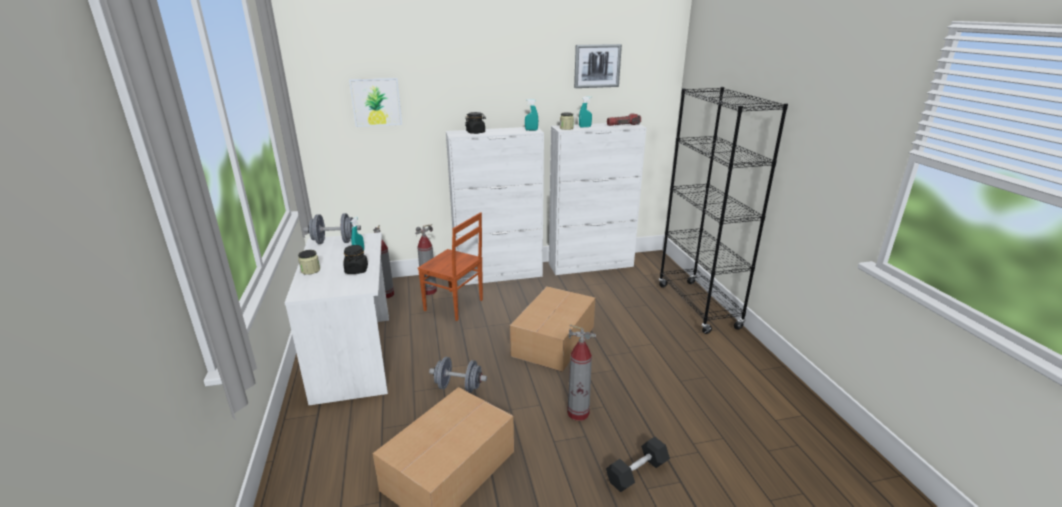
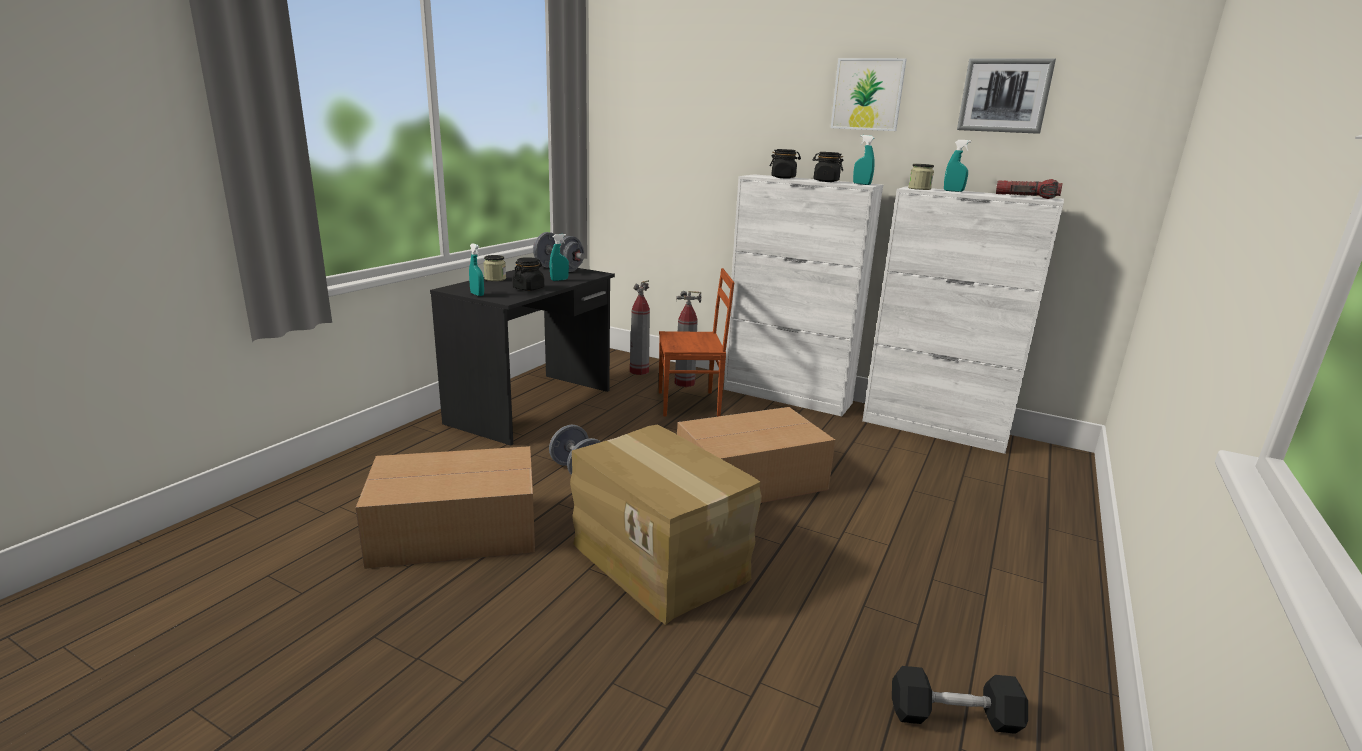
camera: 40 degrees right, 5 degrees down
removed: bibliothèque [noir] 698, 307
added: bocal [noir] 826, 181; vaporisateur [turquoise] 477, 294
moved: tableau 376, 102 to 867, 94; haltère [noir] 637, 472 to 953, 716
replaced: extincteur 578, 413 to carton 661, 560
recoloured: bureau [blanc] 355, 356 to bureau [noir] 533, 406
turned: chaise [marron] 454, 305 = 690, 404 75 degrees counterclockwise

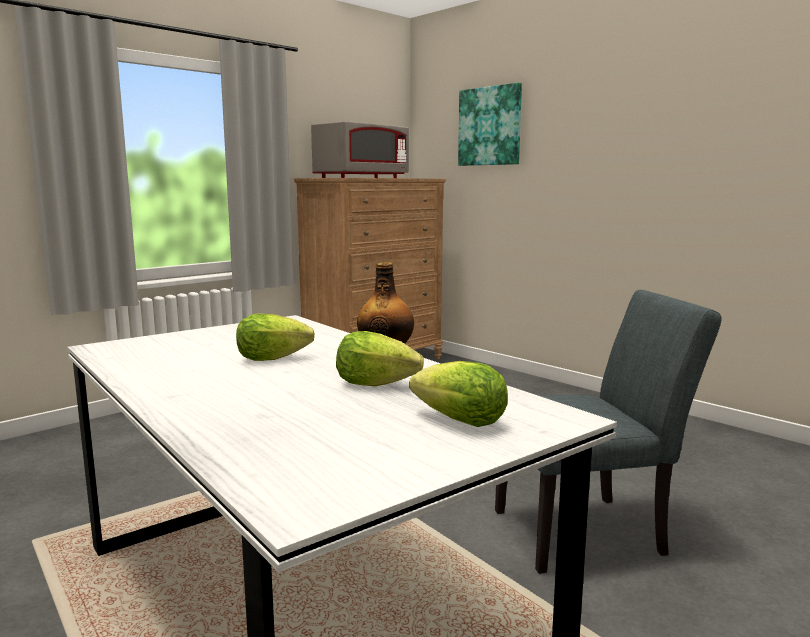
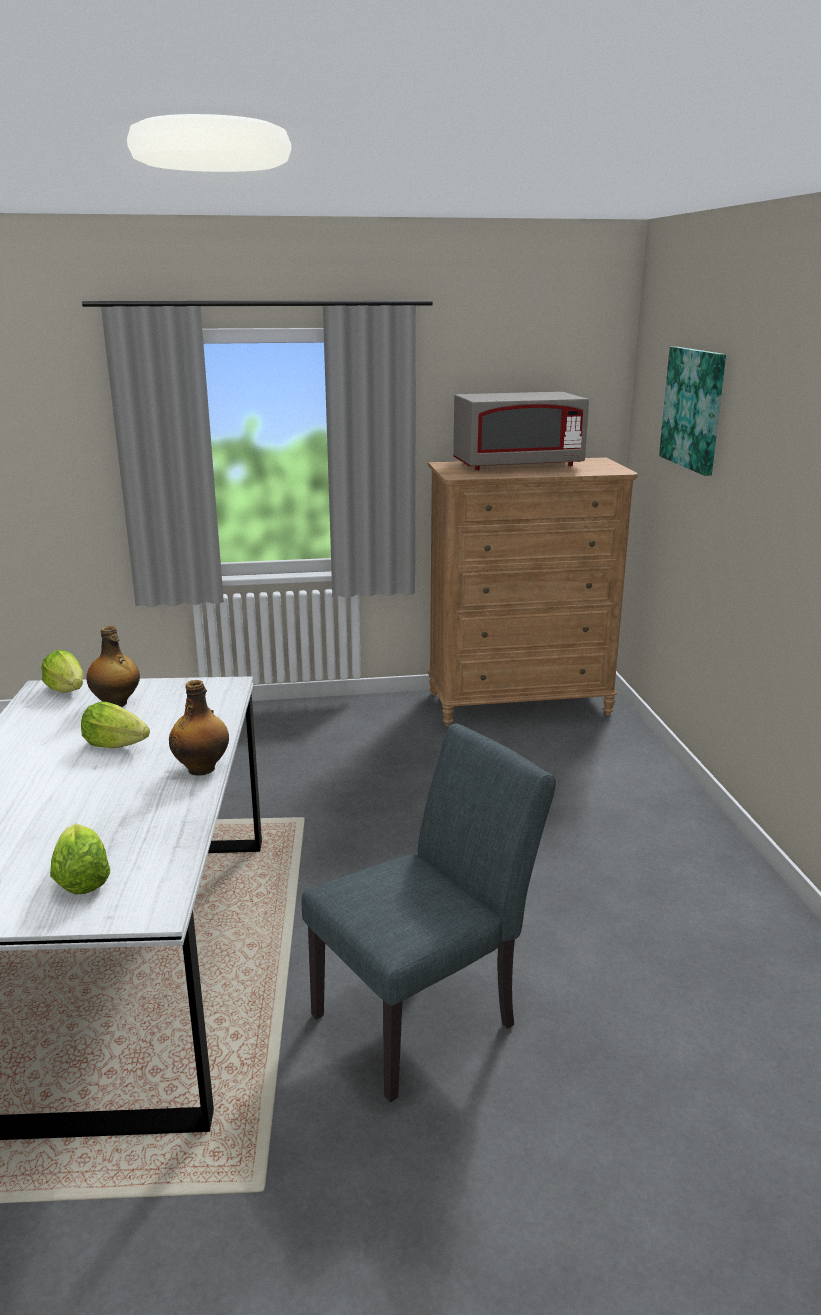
camera: 35 degrees right, 10 degrees up
added: bouteille 116, 703
moved: laitue 375, 384 to 67, 690
turned: chaise [gris] 590, 531 = 426, 1014 60 degrees counterclockwise

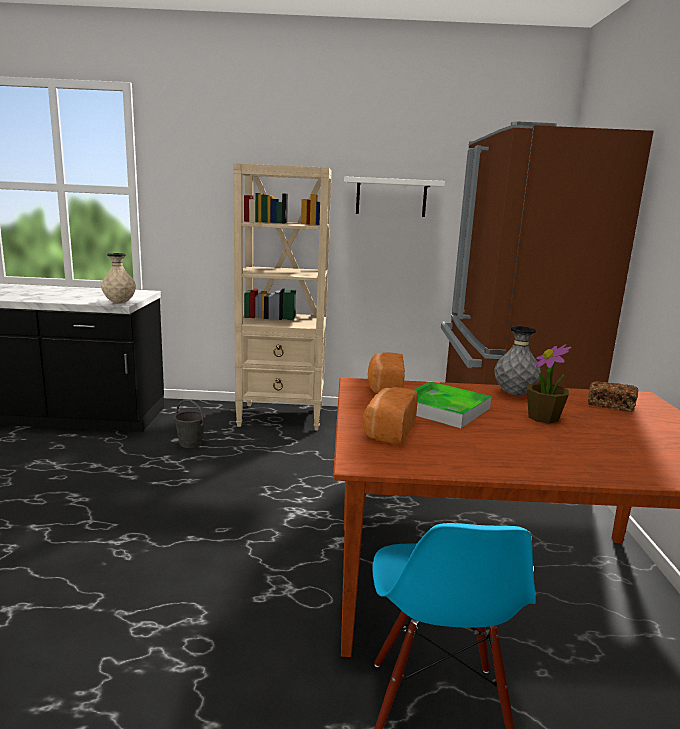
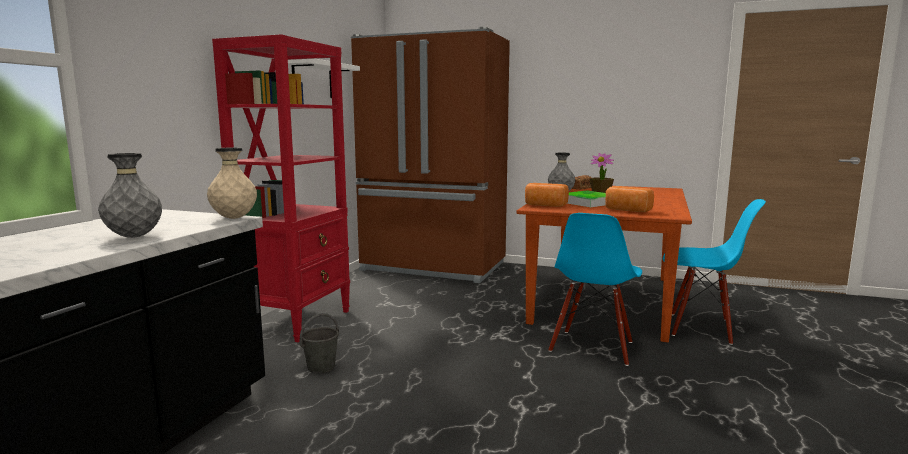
camera: 70 degrees left, 5 degrees down
added: vase [gris] 134, 237; chaise [bleu] 592, 347
recoloured: bibliothèque [beige] 282, 417 to bibliothèque [rouge] 297, 321

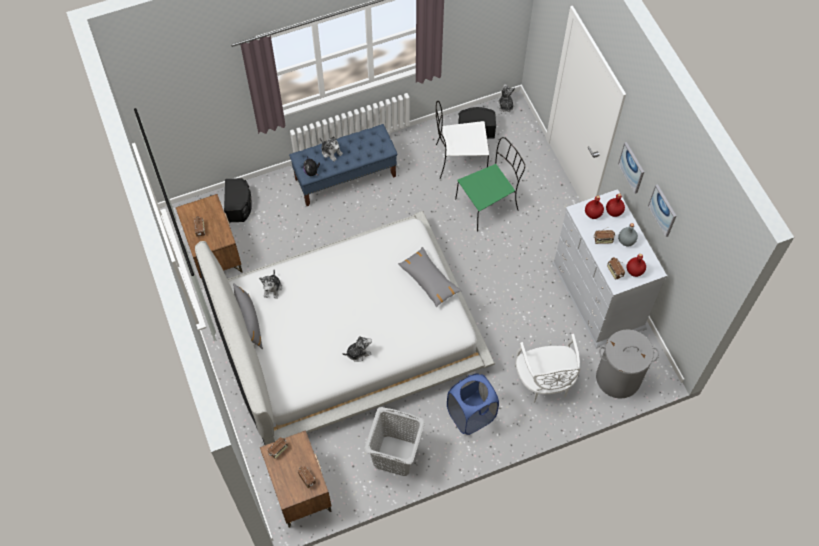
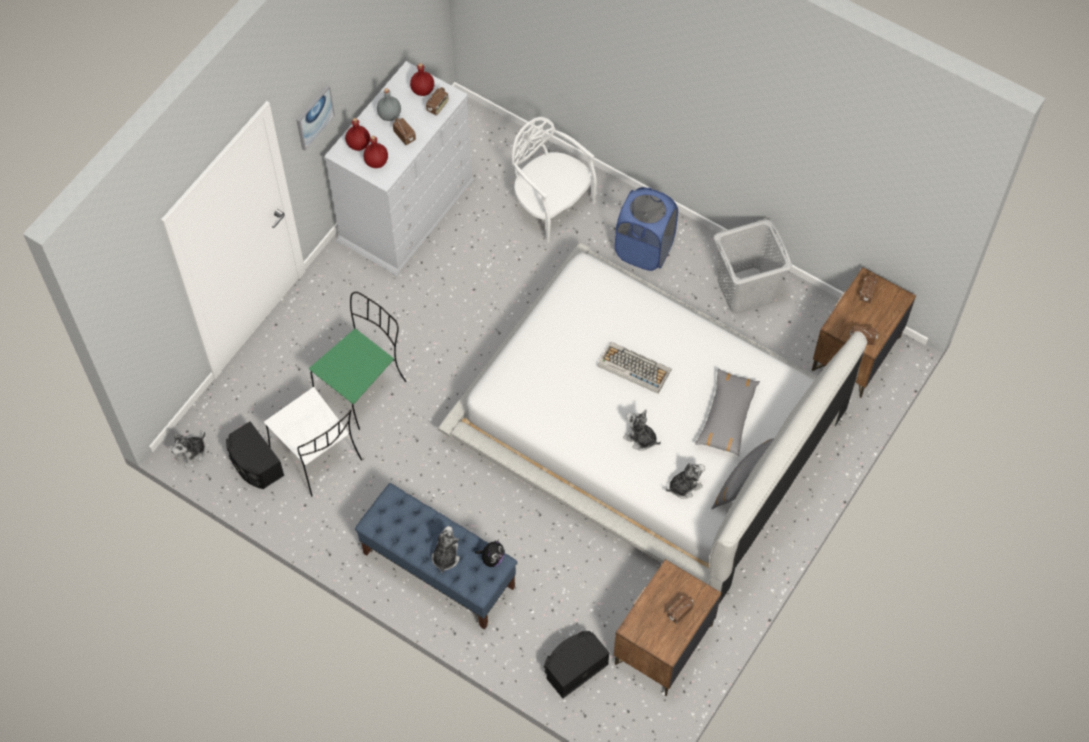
camera: 125 degrees left, 0 degrees up
removed: tableau 663, 210; panier à linge [gris] 618, 378
added: clavier 633, 368
moved: coussin [gris] 429, 280 to 727, 416; peluche 358, 352 to 640, 438
turned: chaise [vert] 488, 204 = 361, 386 105 degrees clockwise; chaise [blanc] 544, 381 = 551, 205 90 degrees counterclockwise

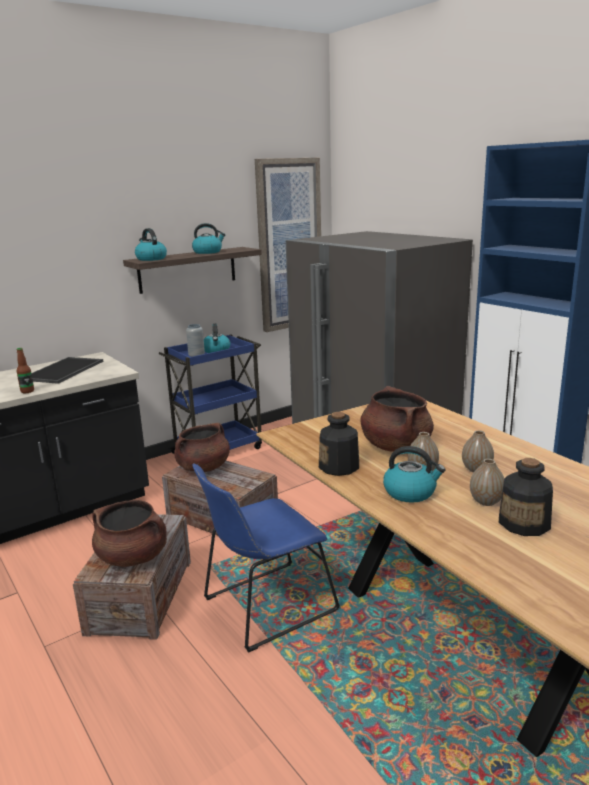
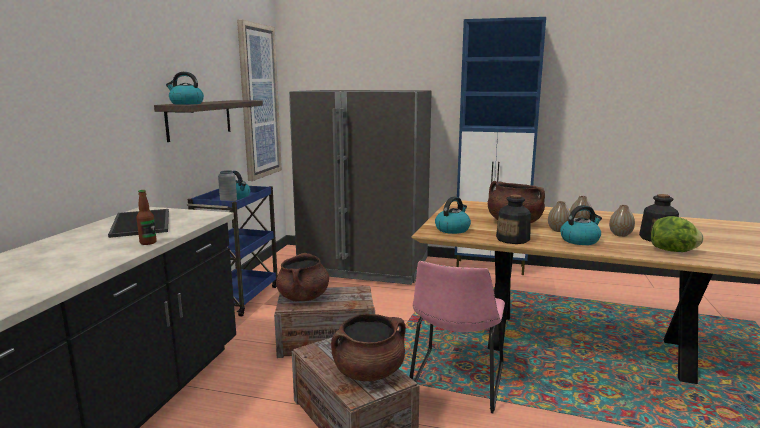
camera: 40 degrees left, 5 degrees down
added: laitue 673, 251
moved: bouilloire 208, 252 to 452, 229
recoloured: chaise [bleu] 265, 607 to chaise [rose] 456, 382

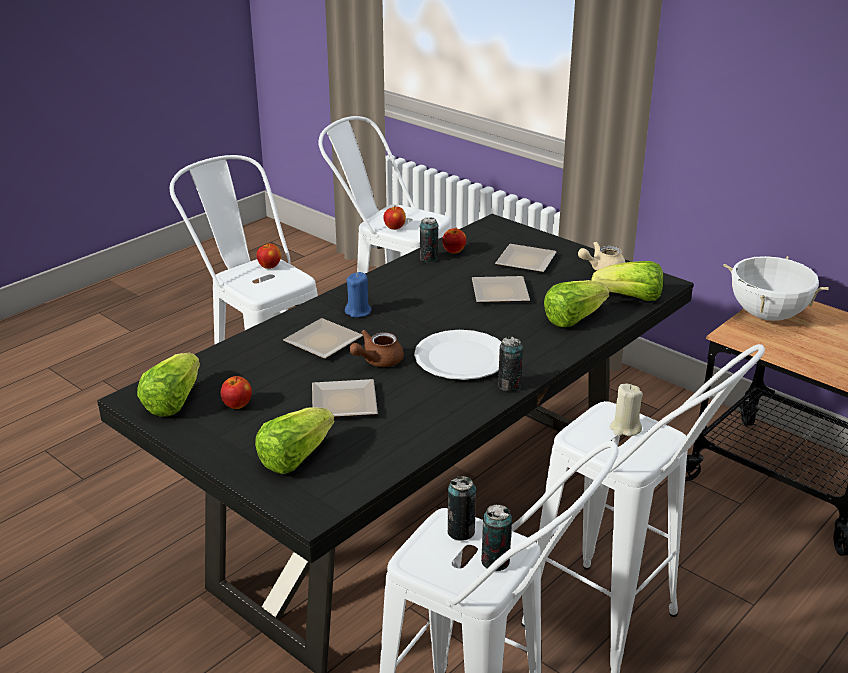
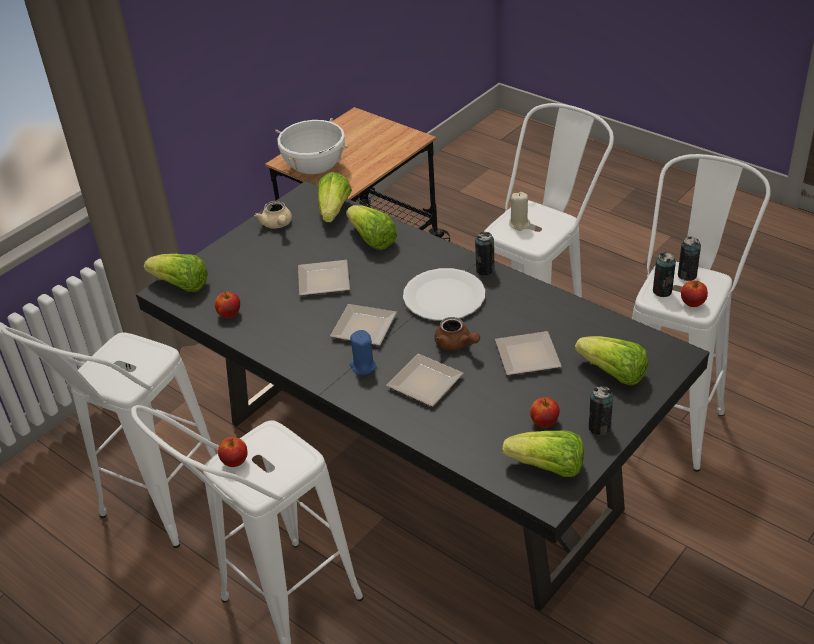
camera: 90 degrees left, 10 degrees up
added: laitue 181, 285
moved: pomme 394, 227 to 692, 303; boîte métallique 428, 258 to 599, 427; assiette 527, 262 to 366, 327

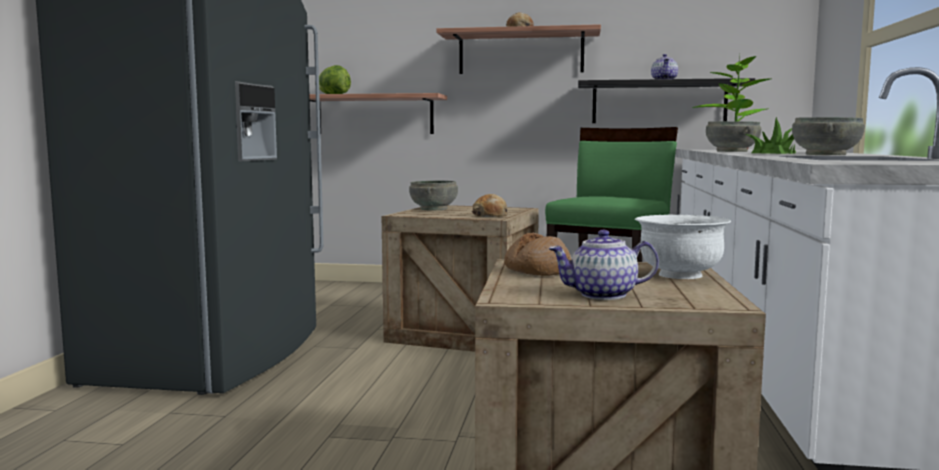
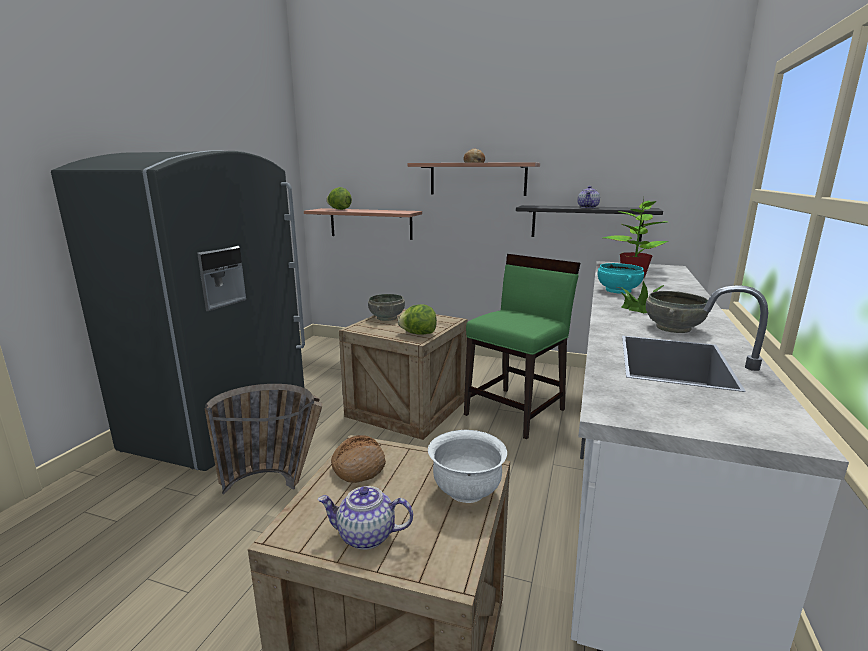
camera: 10 degrees right, 10 degrees up
added: panier 277, 483
replaced: pain 490, 215 to laitue 418, 334
recoloured: bol [gris] 731, 151 to bol [turquoise] 617, 290

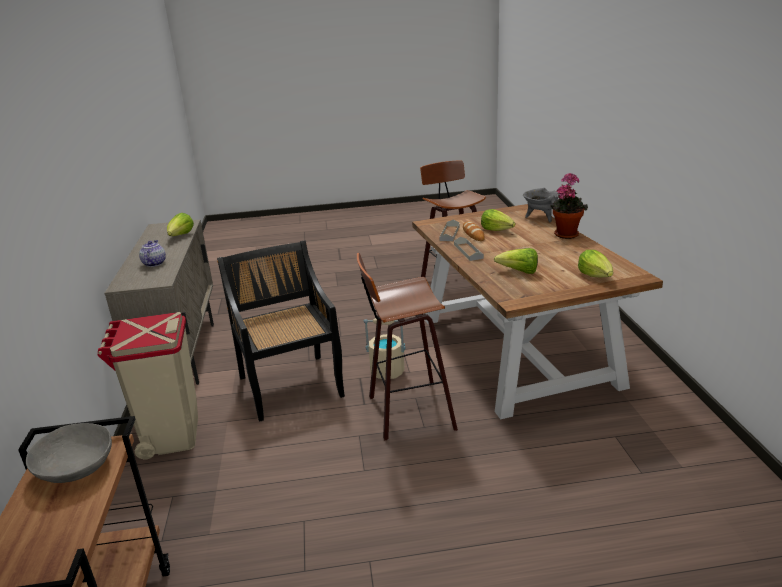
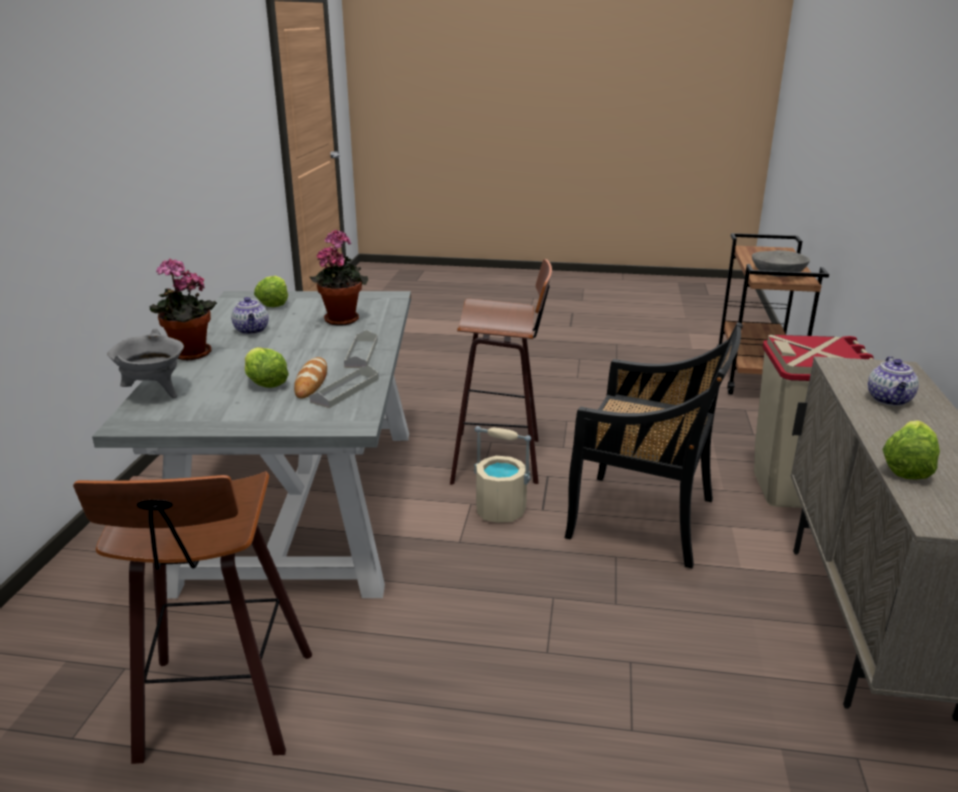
camera: 165 degrees left, 0 degrees up
added: théière 252, 330
replaced: laitue 519, 272 to plante en pot 342, 319
recoloured: table à manger [marron] 515, 349 to table à manger [gris] 303, 503
turned: chaise [noir] 290, 385 = 644, 519 60 degrees counterclockwise

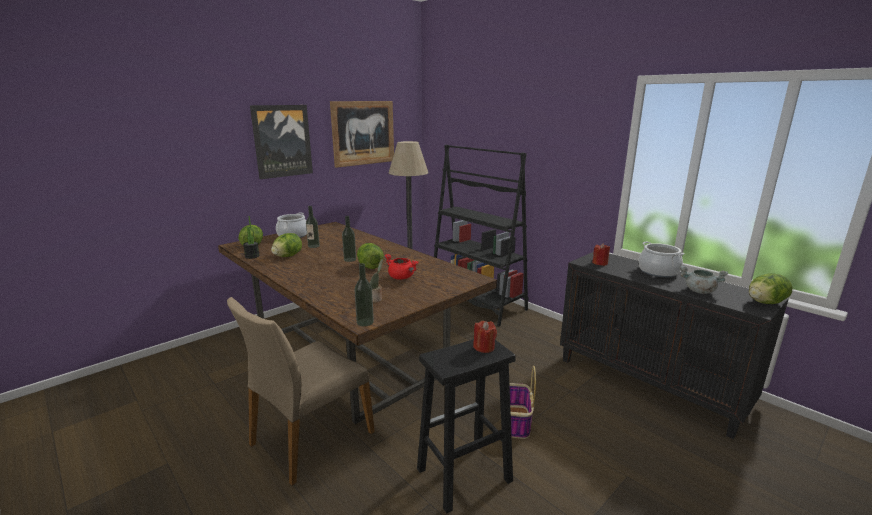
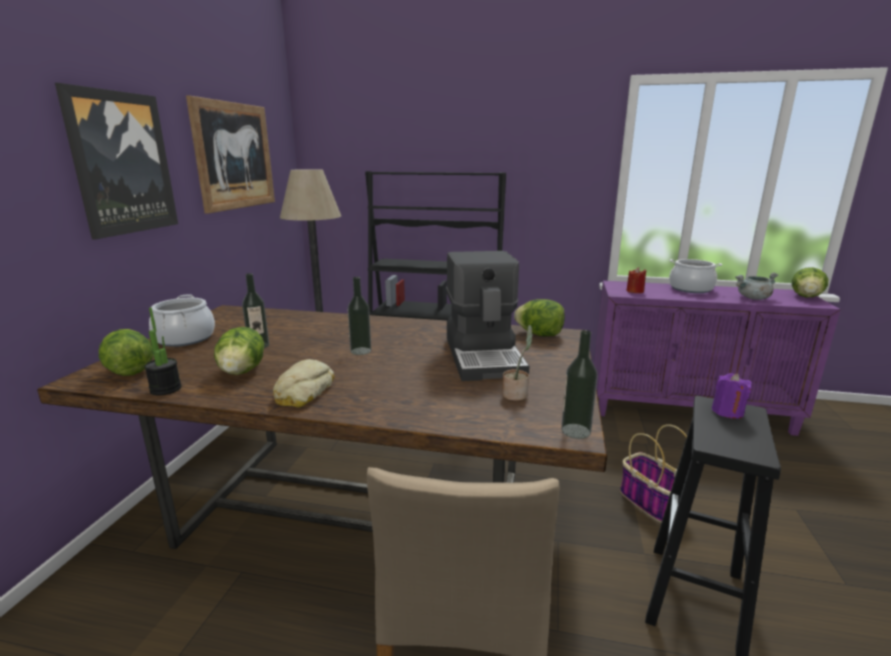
camera: 35 degrees left, 0 degrees up
added: pain 303, 391
moved: laitue 370, 266 to 539, 334
replaced: marmite [rouge] 402, 277 to machine à café 485, 356
recoloured: meuble de rangement [noir] 649, 384 to meuble de rangement [violet] 688, 411; bougie [rouge] 484, 347 to bougie [violet] 727, 412

